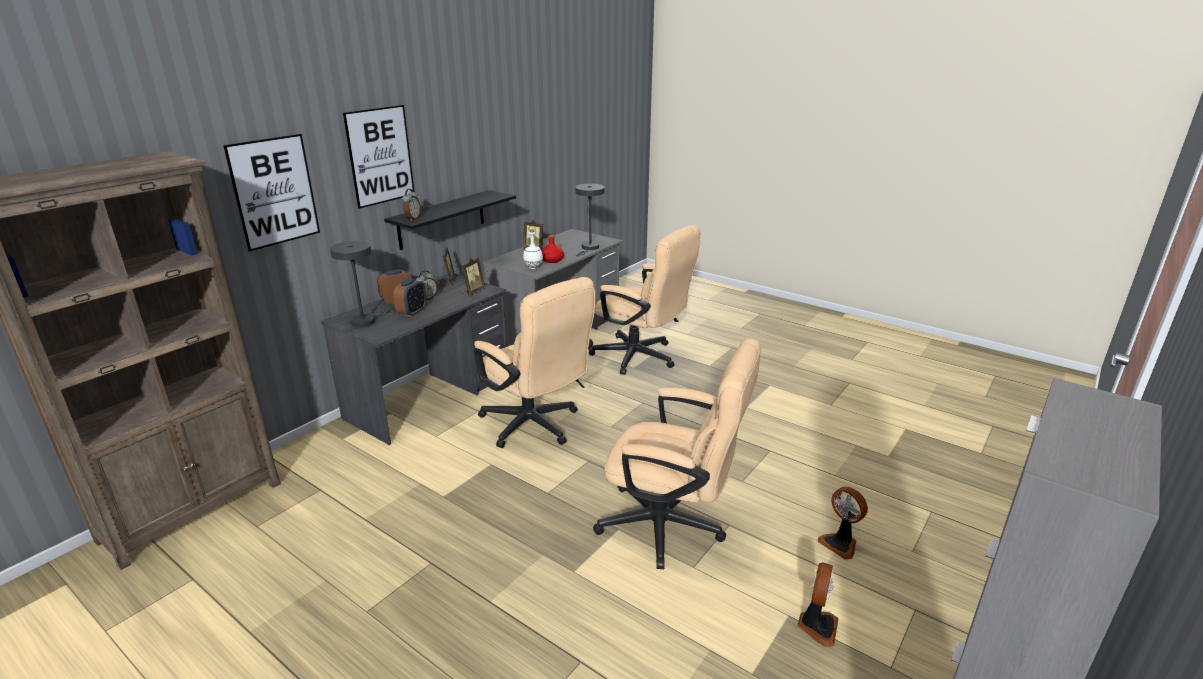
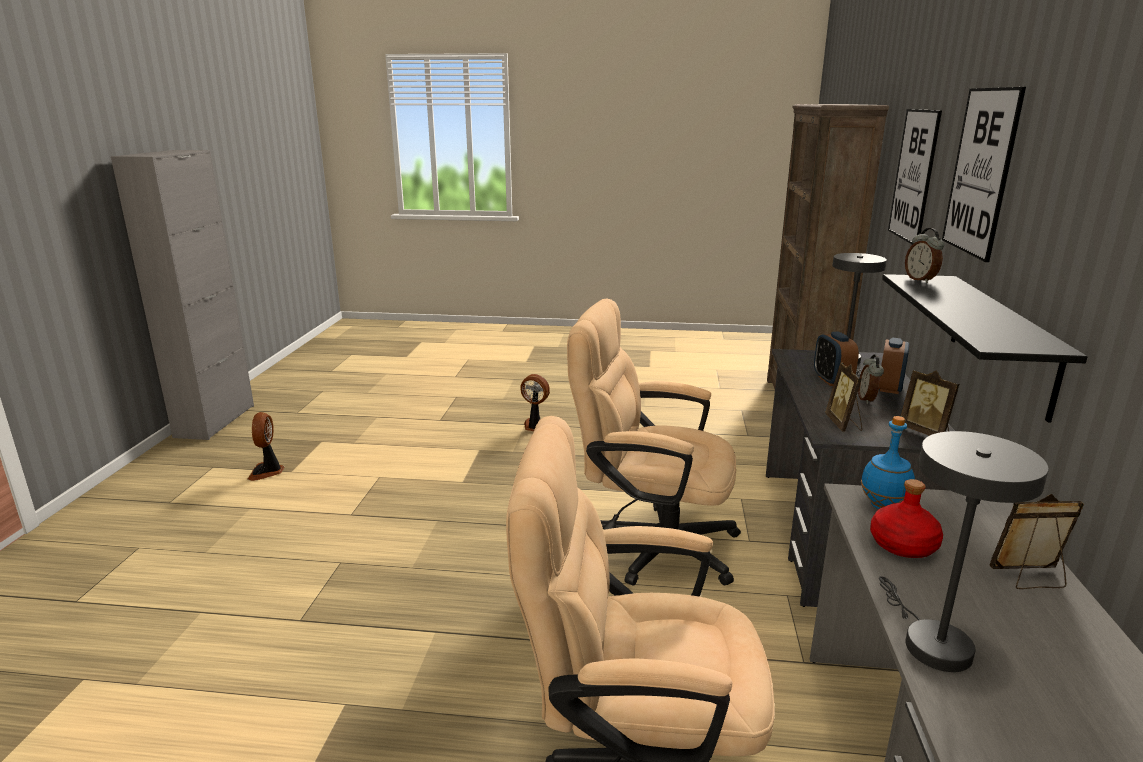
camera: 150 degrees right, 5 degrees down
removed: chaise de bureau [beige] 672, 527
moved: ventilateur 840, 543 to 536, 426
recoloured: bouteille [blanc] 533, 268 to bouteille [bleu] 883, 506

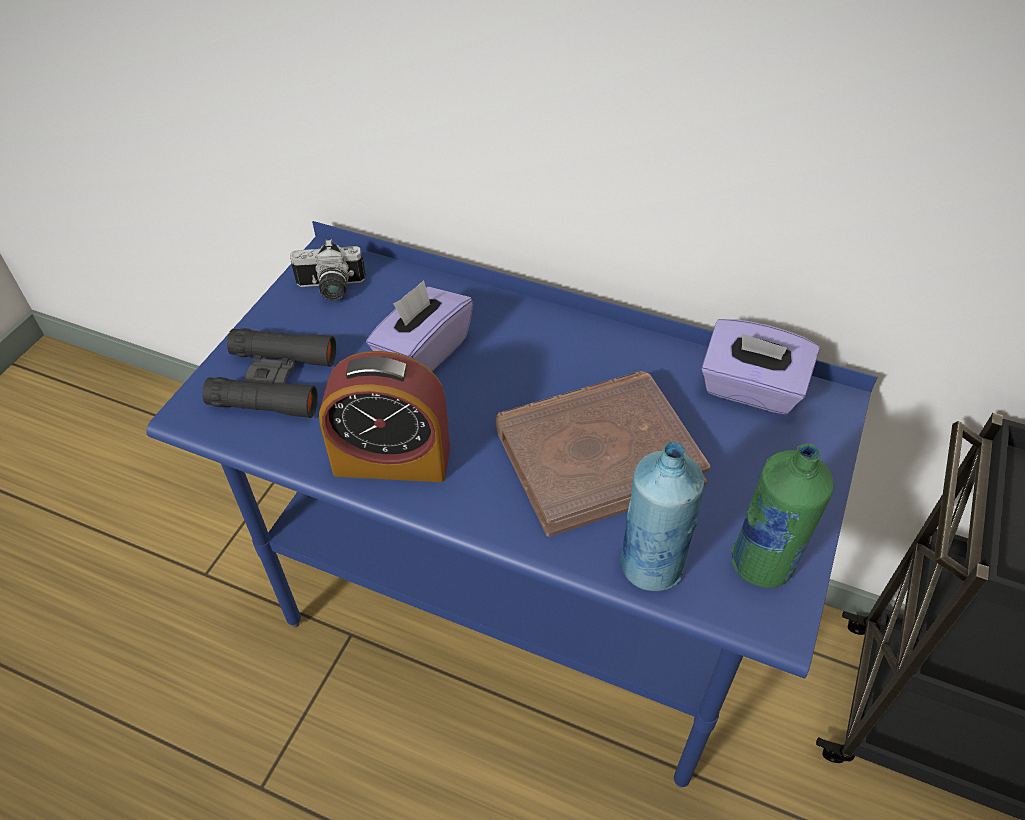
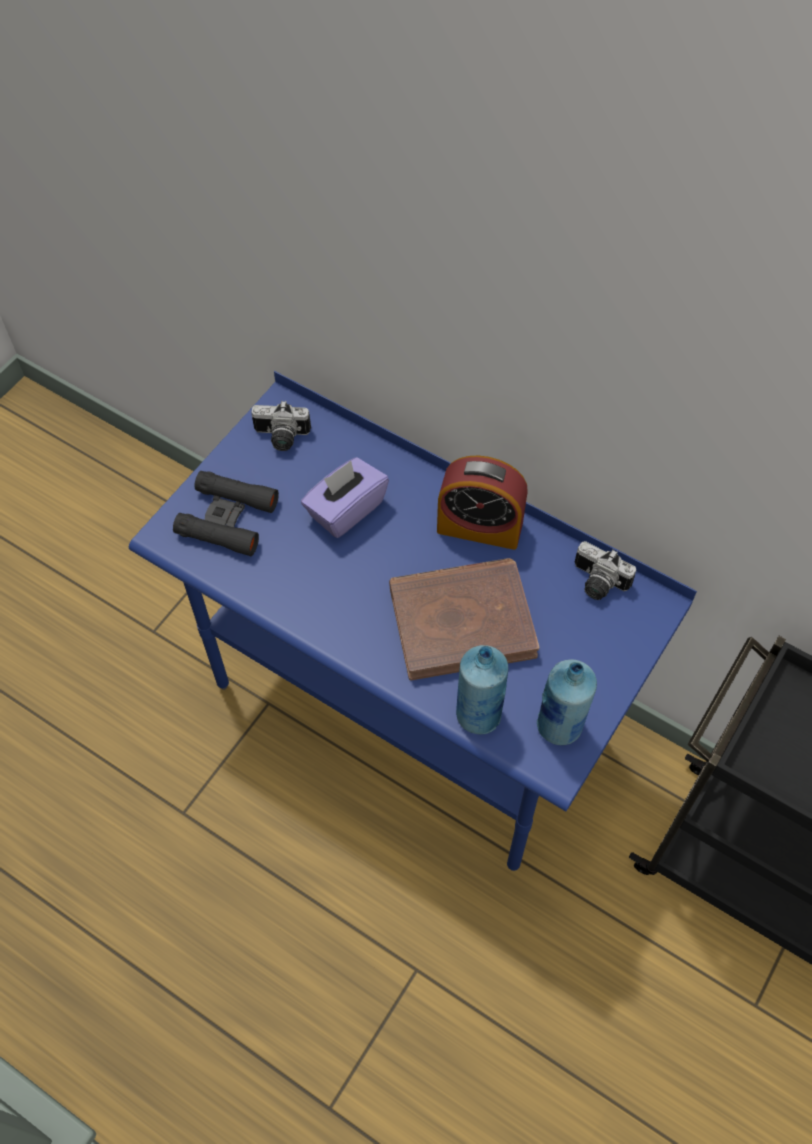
camera: 10 degrees right, 10 degrees up
moved: réveil 392, 459 to 479, 527
replaced: boîte à mouchoirs [violet] 750, 389 to appareil photo 597, 583
recoloured: bouteille [vert] 762, 564 to bouteille [bleu] 559, 726

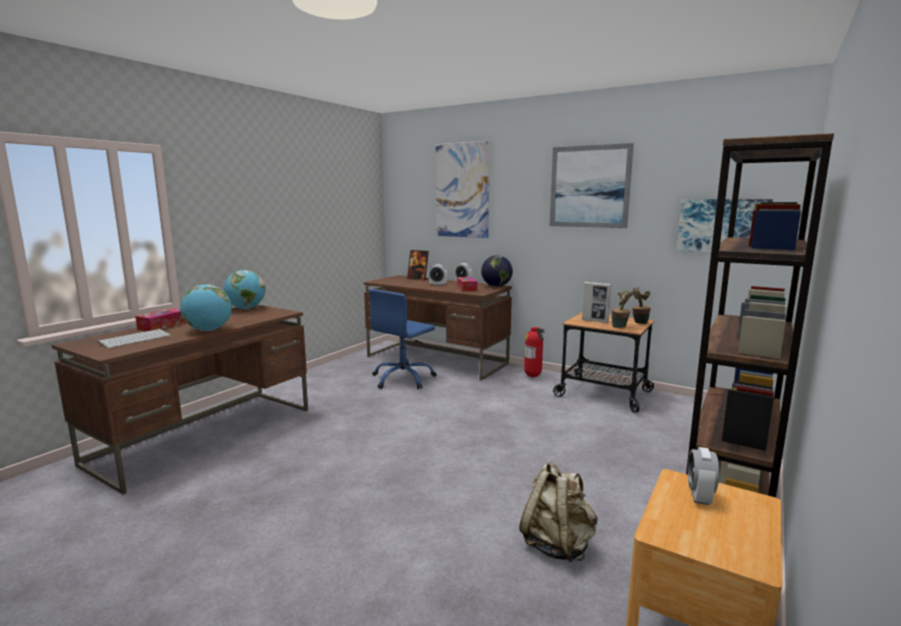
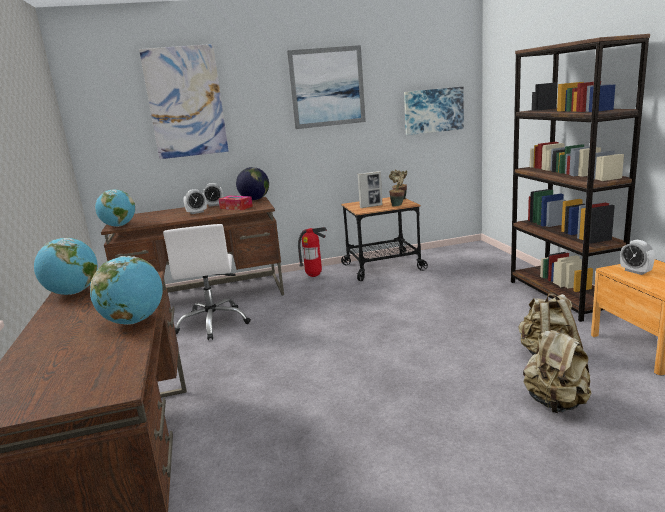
camera: 45 degrees left, 5 degrees up
removed: cadre photo 418, 279; boîte à mouchoirs 162, 326; clavier 135, 339
added: globe 119, 226; sac à dos [beige] 556, 403
recoloured: chaise de bureau [bleu] 403, 379 to chaise de bureau [blanc] 213, 323

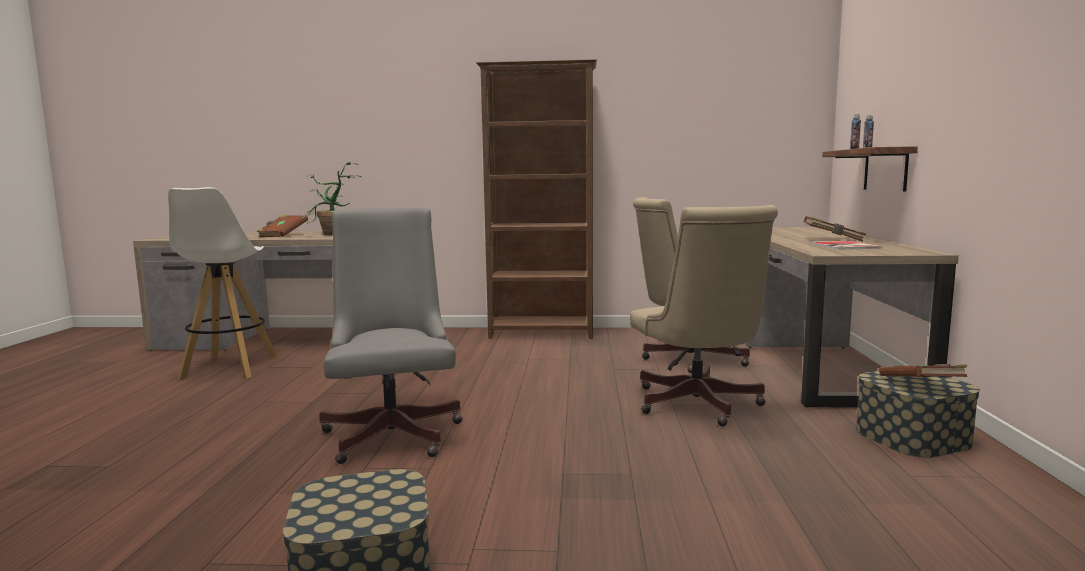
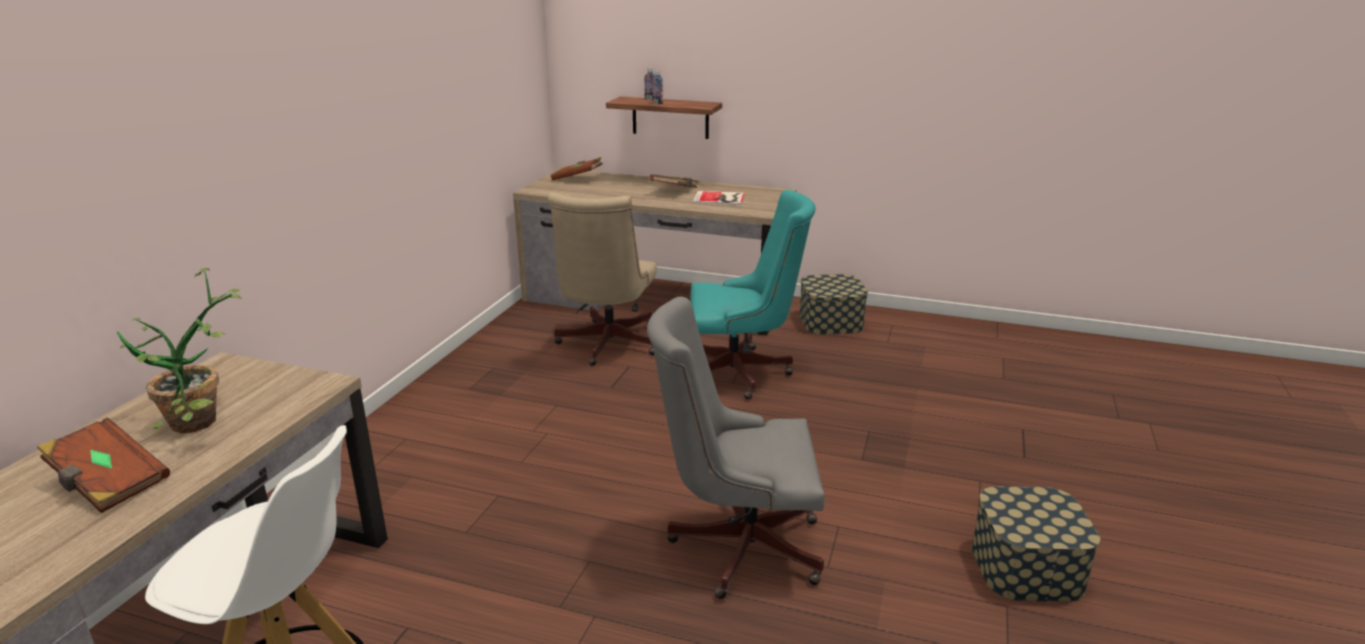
camera: 75 degrees left, 15 degrees up
removed: bibliothèque [marron] 542, 334
moved: livre [marron] 921, 386 to 577, 179
recoloured: chaise de bureau [beige] 699, 406 to chaise de bureau [turquoise] 742, 373

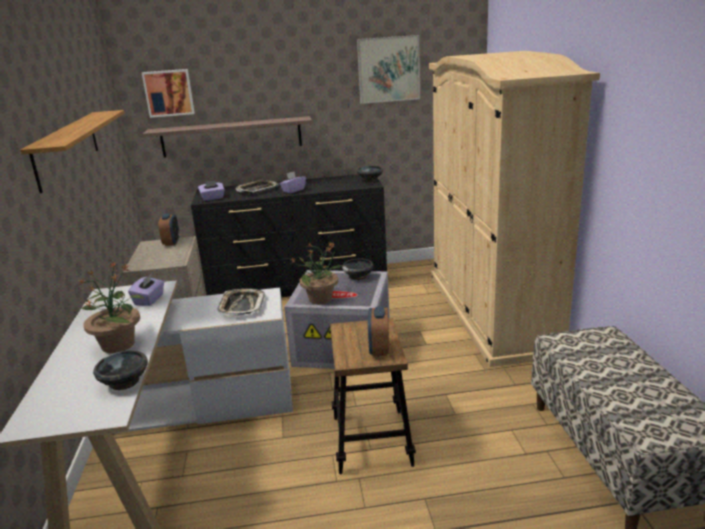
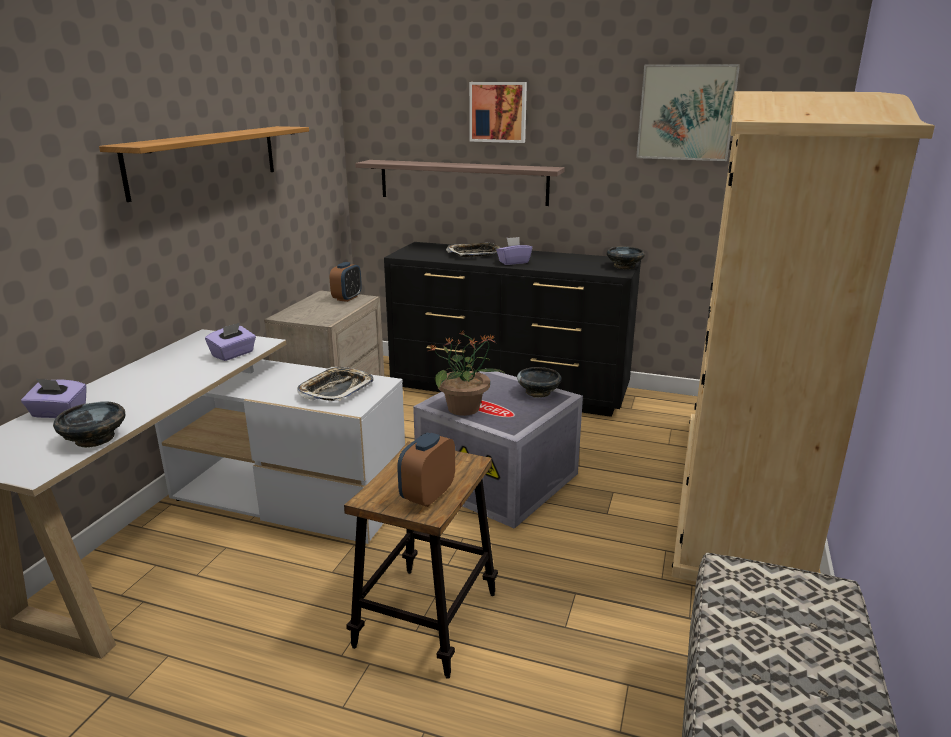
camera: 25 degrees right, 0 degrees up
removed: plante en pot 118, 344
moved: tableau 169, 93 to 498, 112; boîte à mouchoirs [violet] 212, 198 to 58, 413

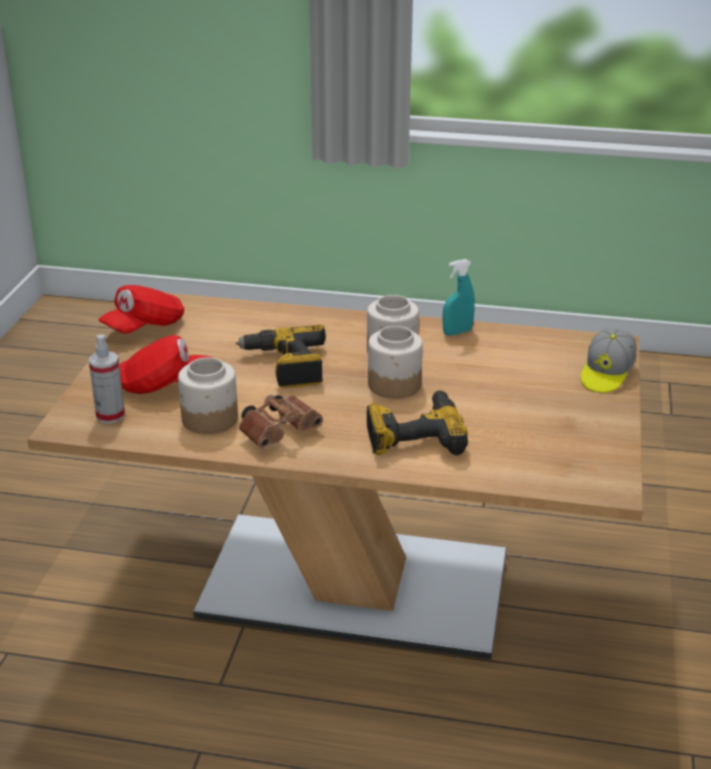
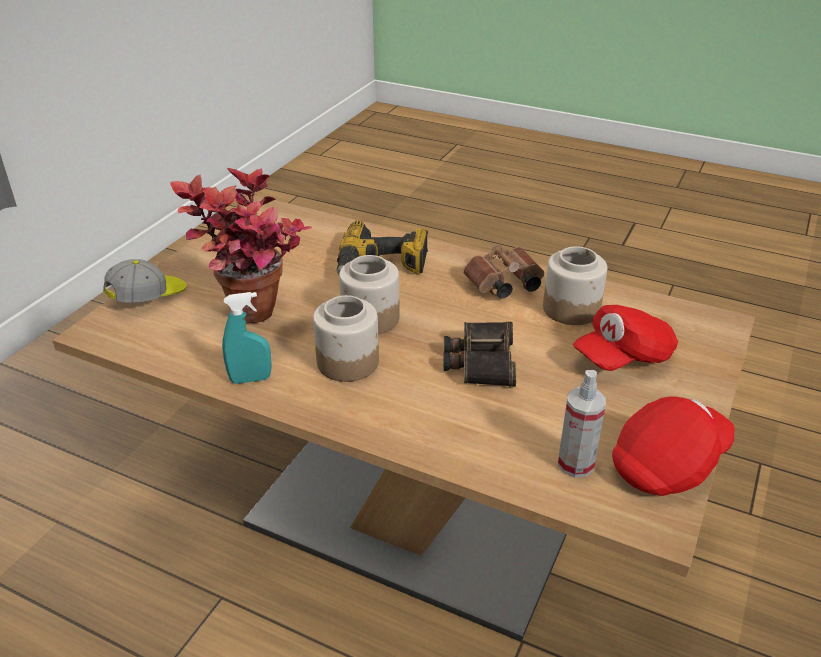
camera: 165 degrees left, 5 degrees up
added: plante en pot 255, 322
moved: vaporisateur 110, 416 to 575, 464
replaced: perceuse 286, 366 to jumelles 480, 361
turned: casquette [rouge] 165, 385 = 623, 357 45 degrees counterclockwise

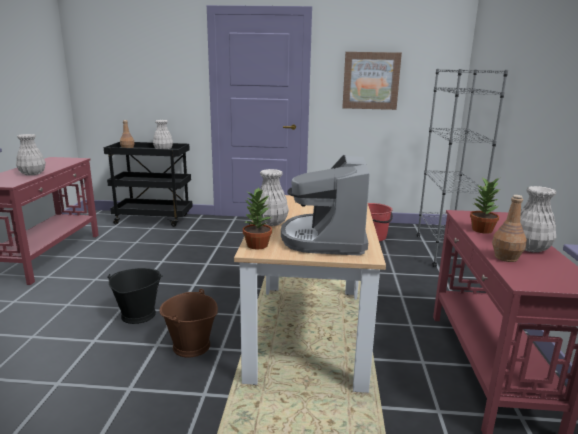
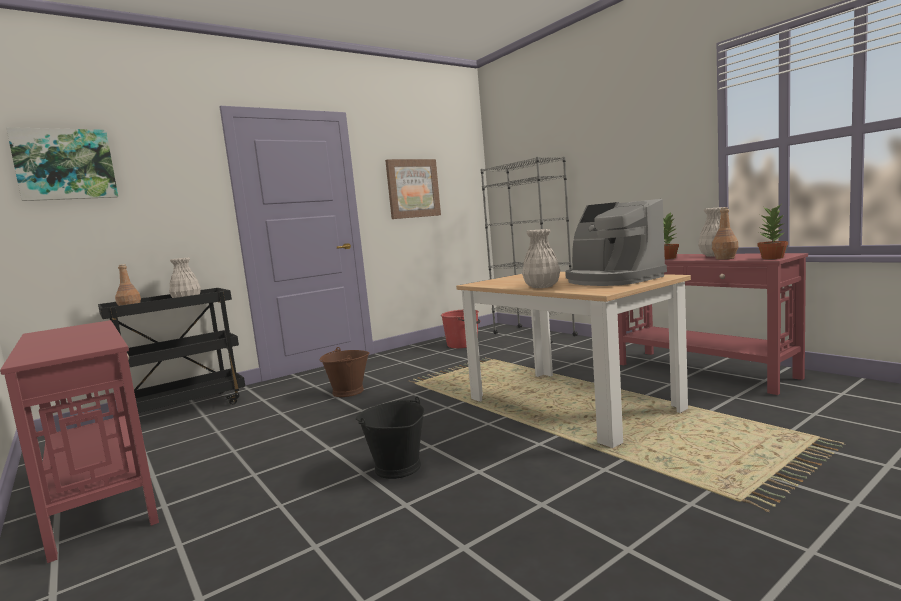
camera: 40 degrees left, 10 degrees down
removed: vase [blanc] 32, 173
added: tableau 65, 164
moved: plante en pot 257, 245 to 773, 258; seau [marron] 191, 346 to 348, 392

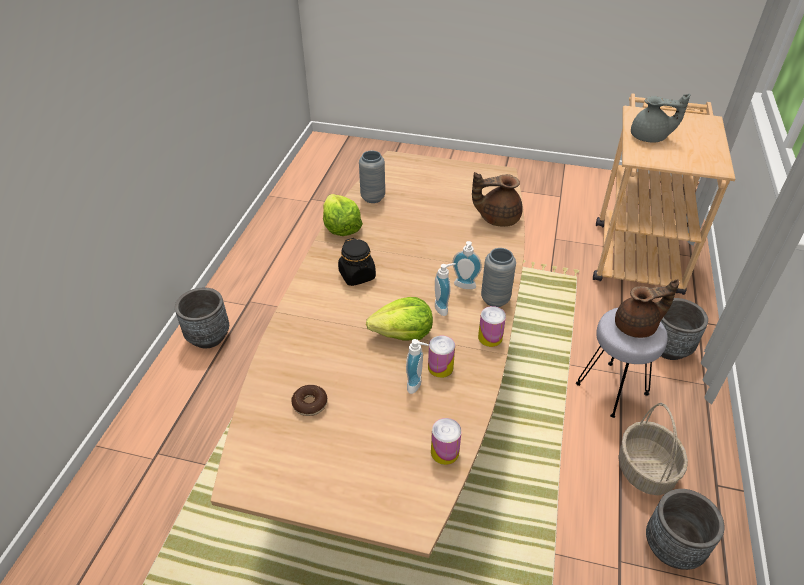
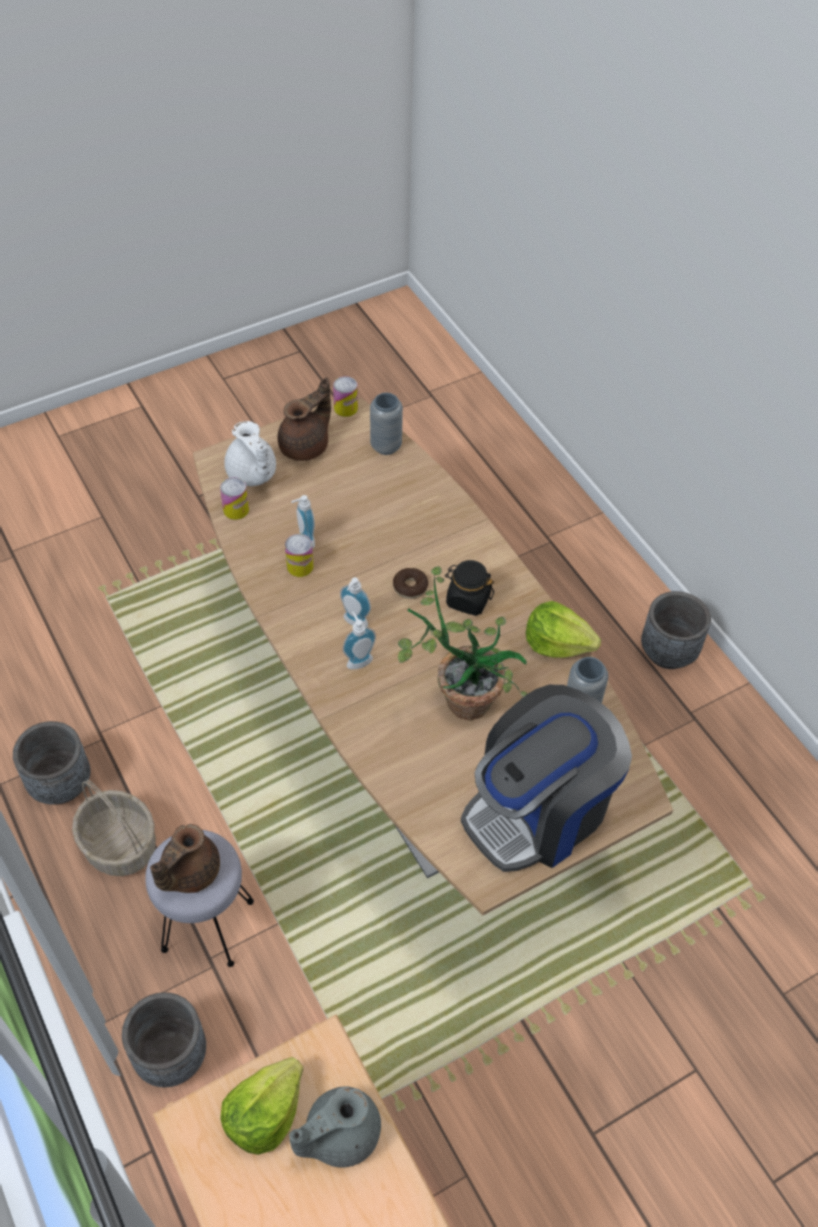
camera: 135 degrees right, 10 degrees up
added: théière [blanc] 252, 475; plante en pot 458, 695; machine à café 539, 810
moved: théière [marron] 497, 217 to 306, 446; vase [gris] 495, 299 to 386, 446; laitue 403, 333 to 264, 1113; boîte métallique 490, 337 to 346, 408; beignet 310, 404 to 410, 587

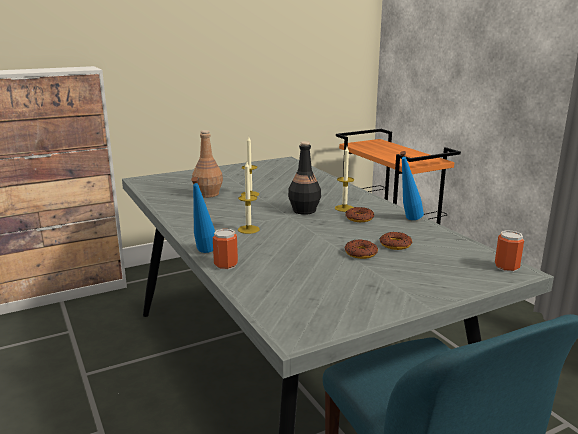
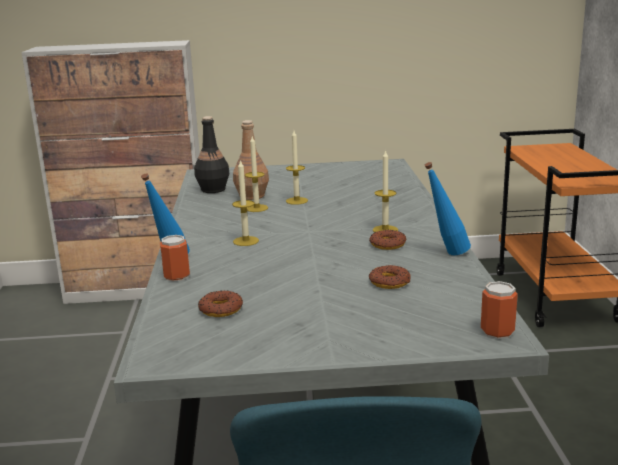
camera: 25 degrees right, 0 degrees up
added: bougie 256, 208
moved: bouteille [noir] 304, 210 to 212, 189; beignet 360, 253 to 220, 309

